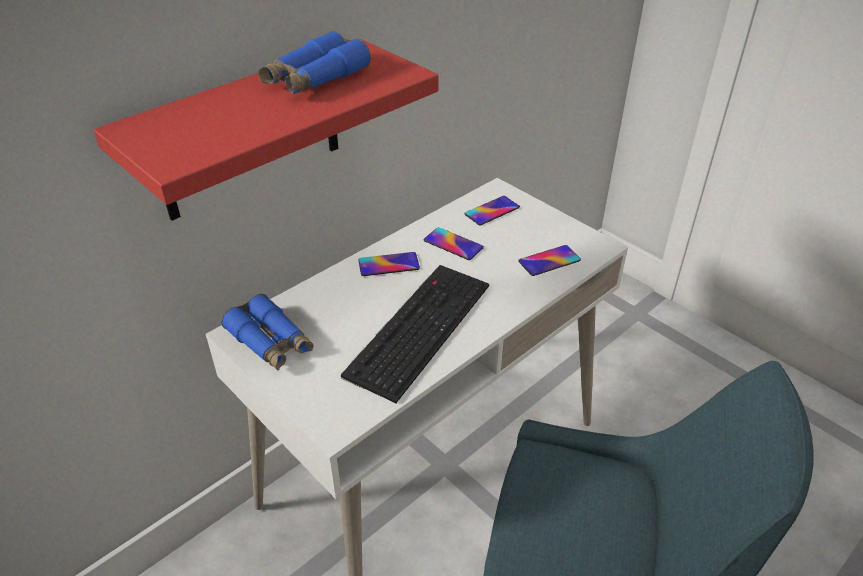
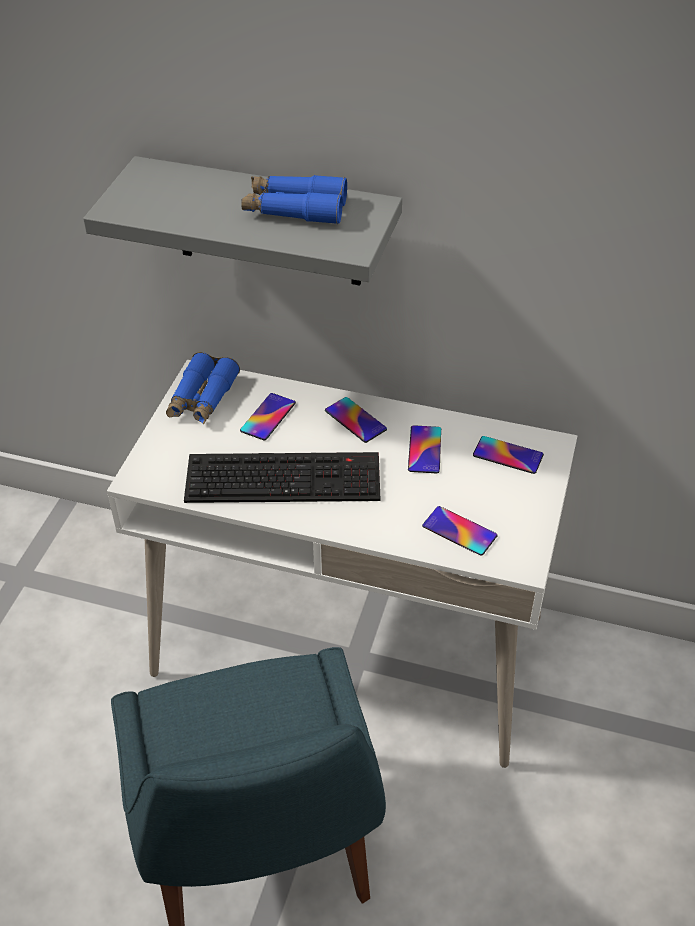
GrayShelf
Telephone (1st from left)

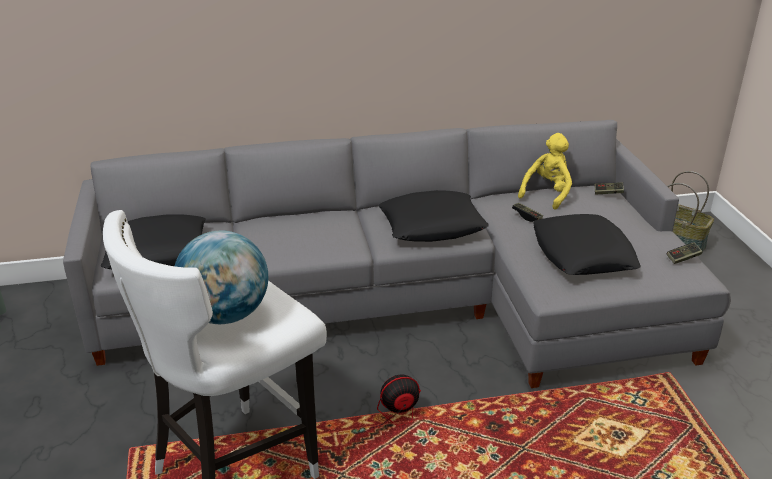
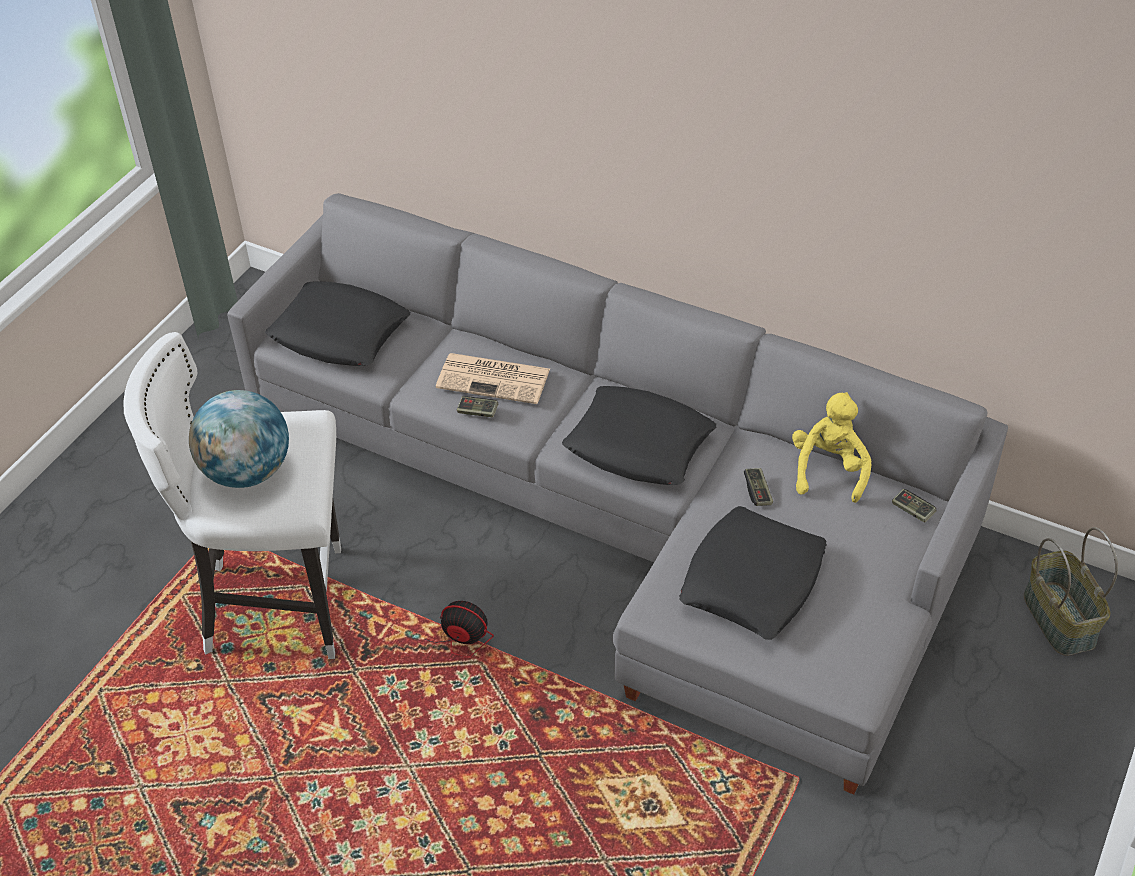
DailyPaper
Joypad (1st from left)
YellowishCuddlyToy

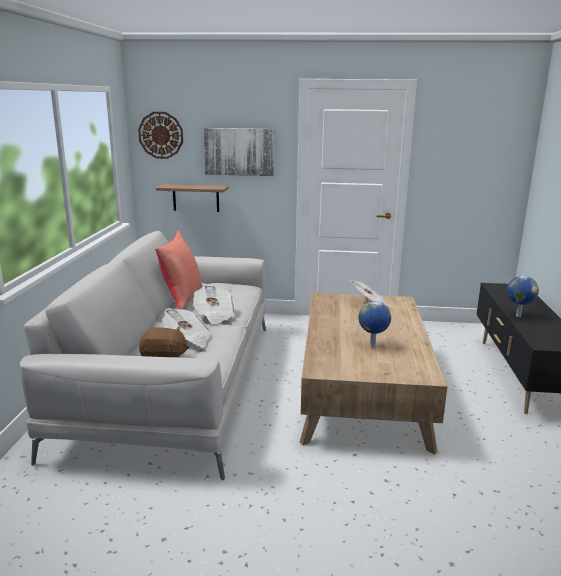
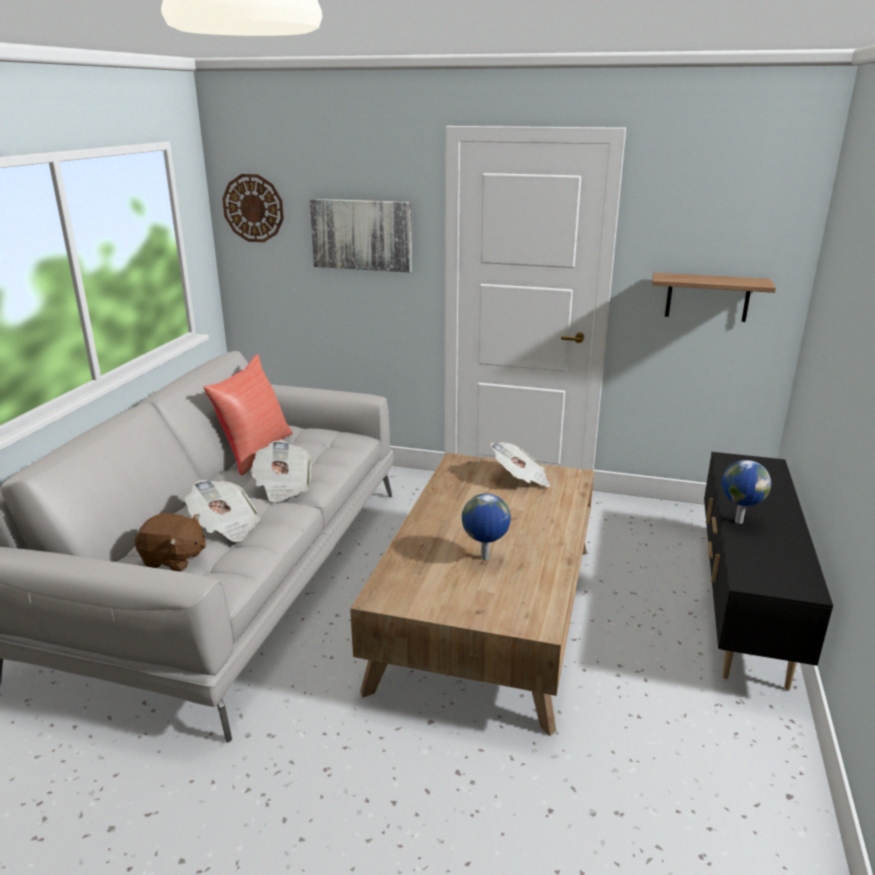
Shelf

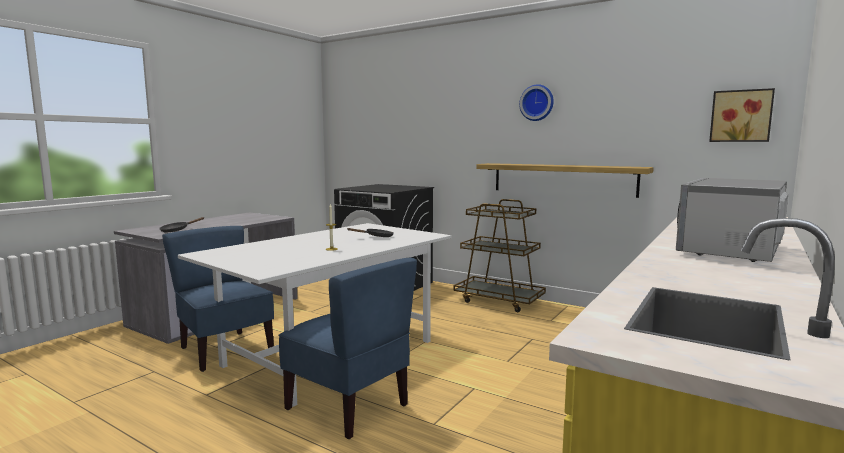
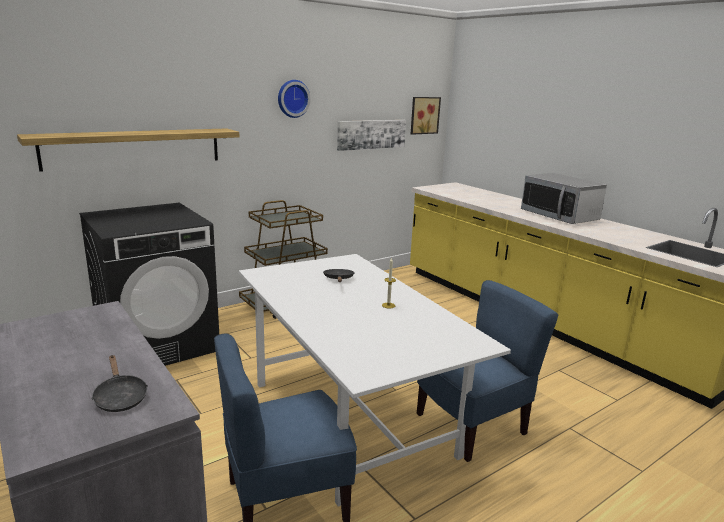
Shelf
Picture (1st from left)

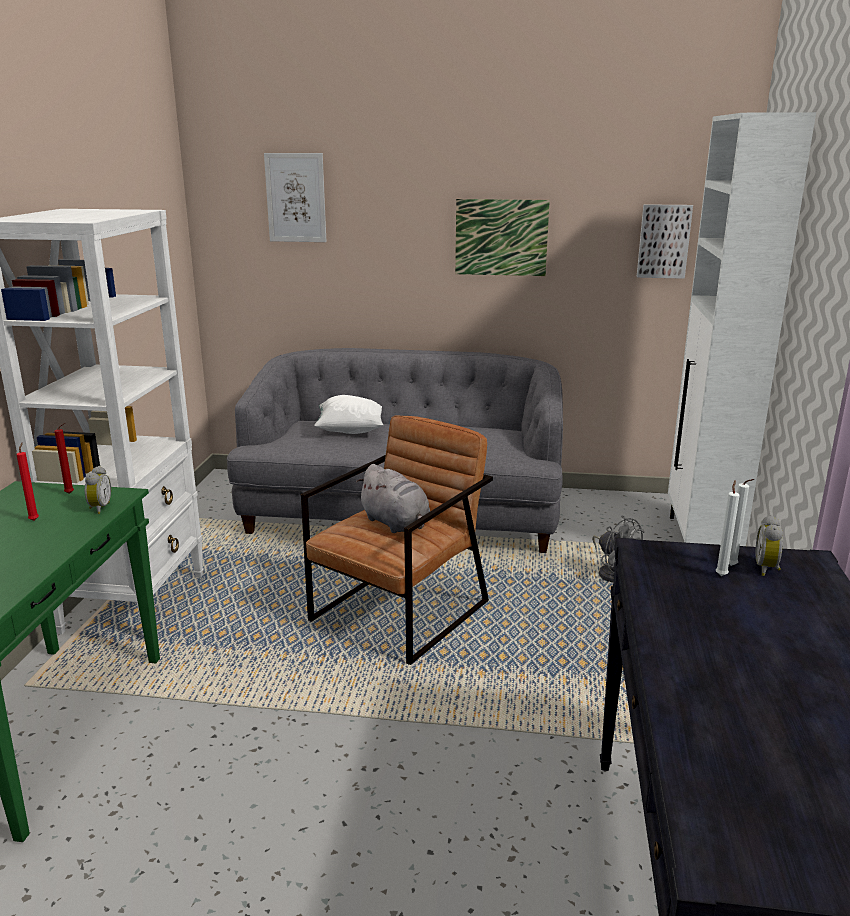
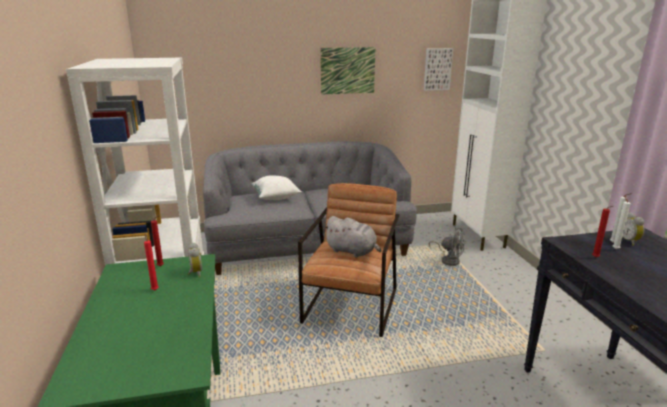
RedWaxLight (3rd from left)
Picture (1st from left in the first image)

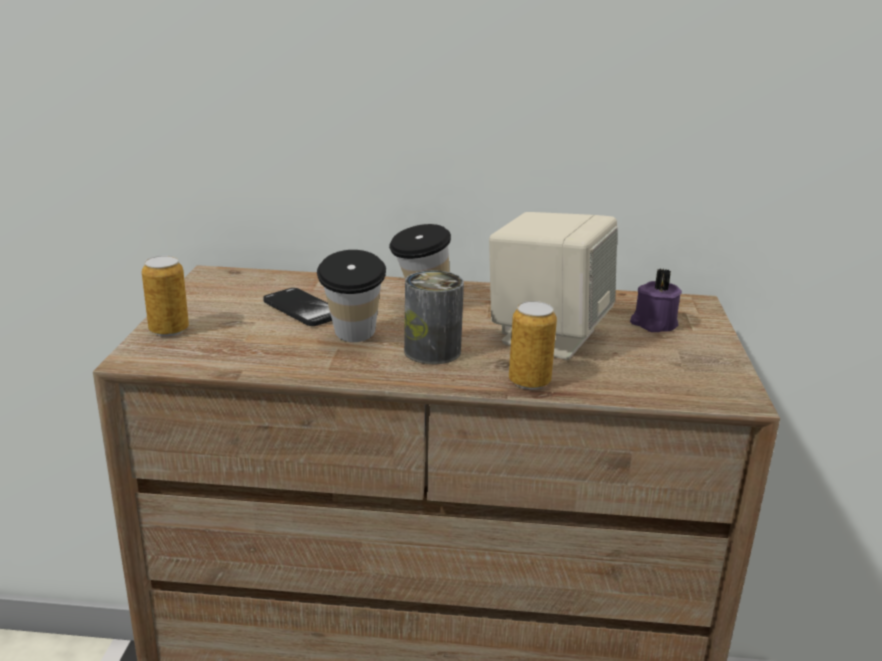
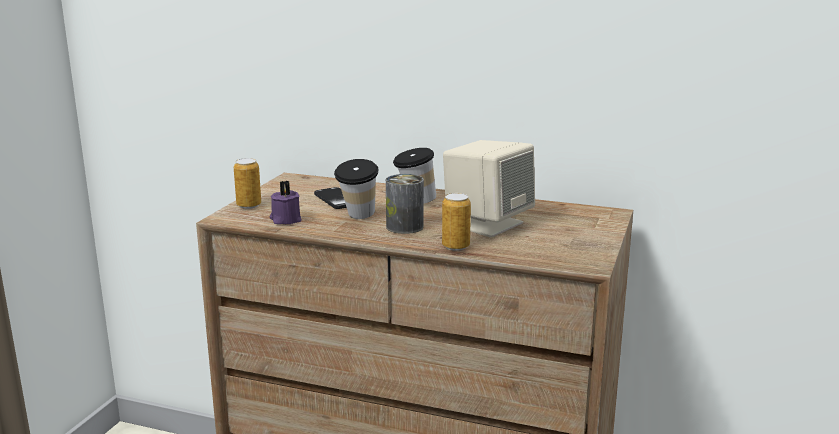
PurpleColouredWaxLight

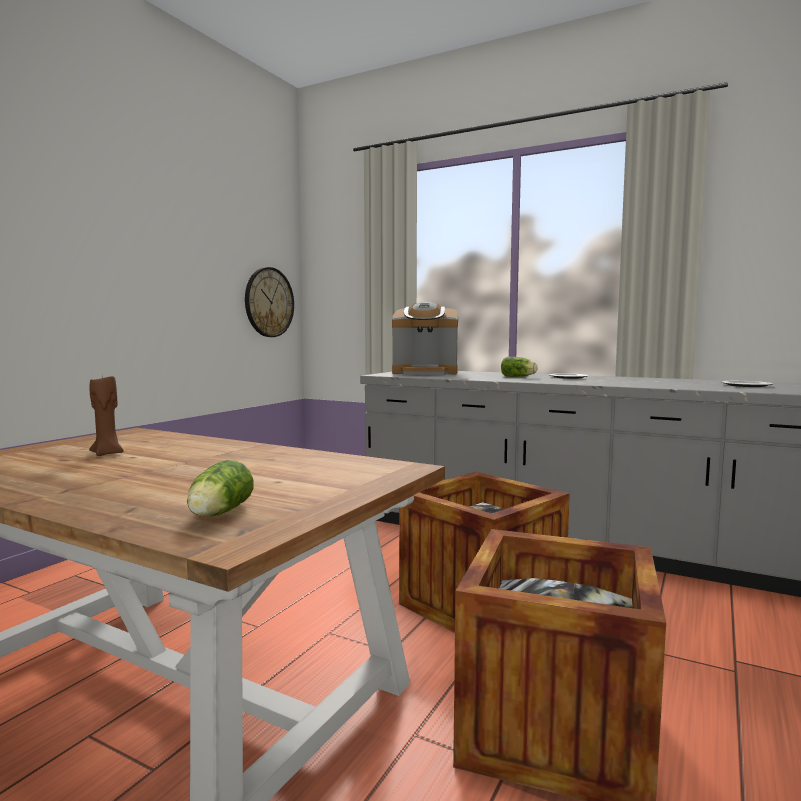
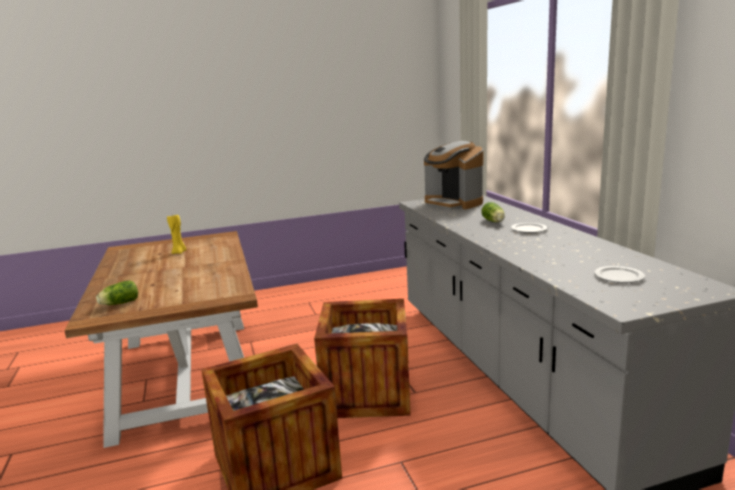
YellowishWaxLight
HangingClock

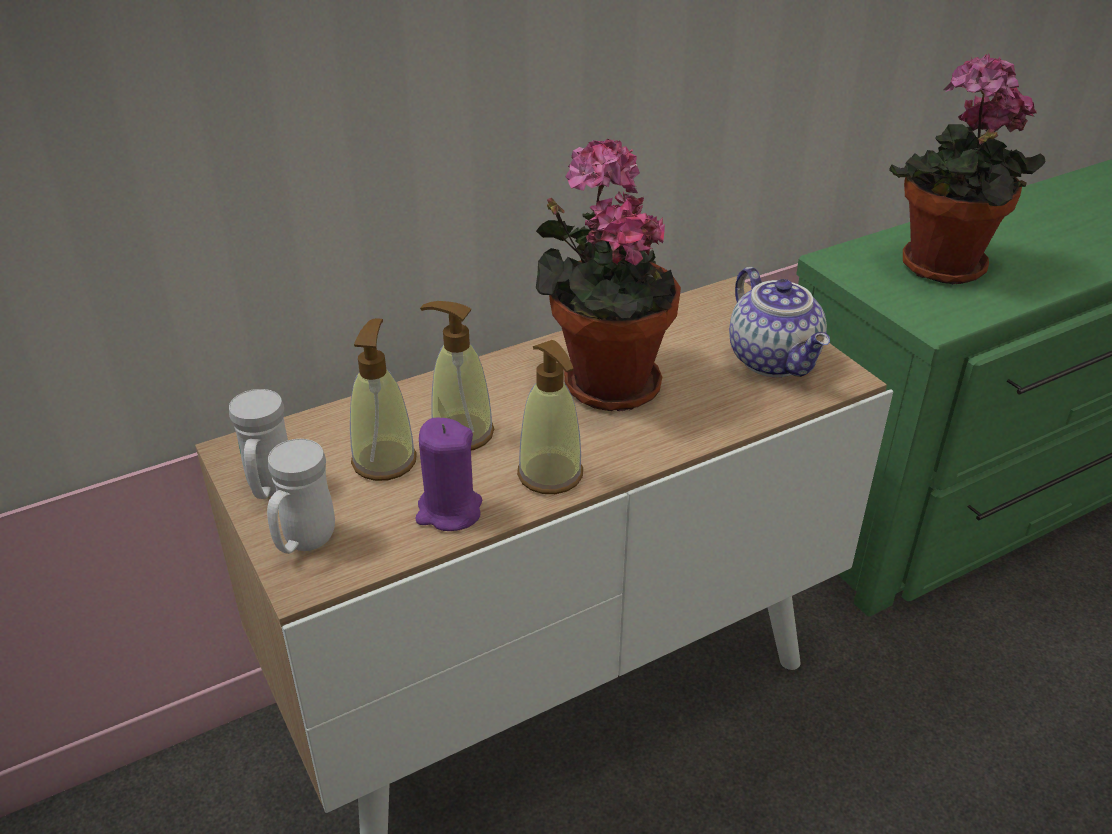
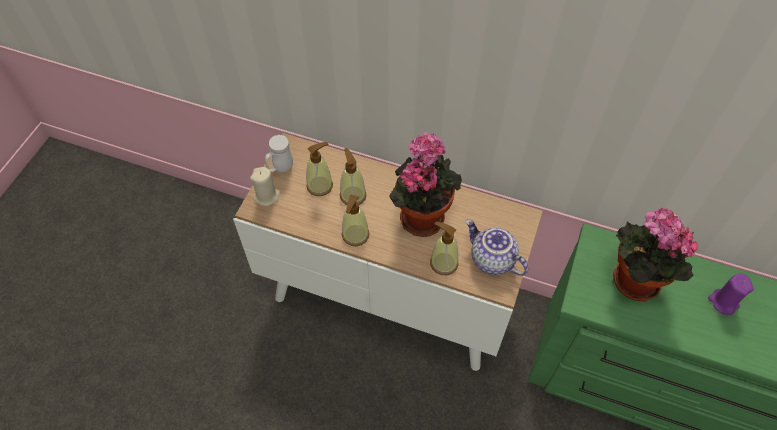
BeigeWaxLight
LiquidSoapBottle (4th from left)
PotForTea
PurpleColouredWaxLight

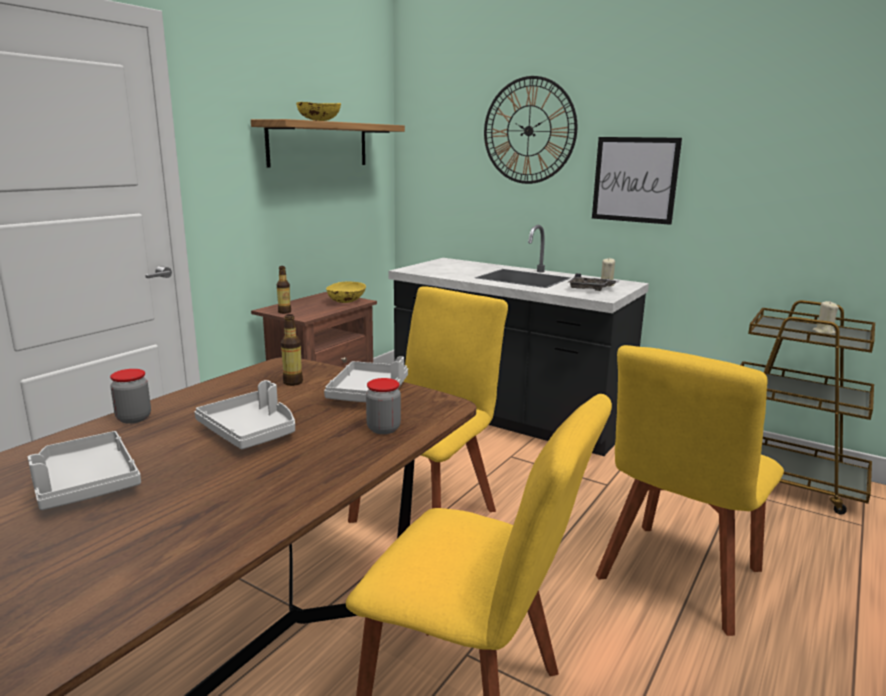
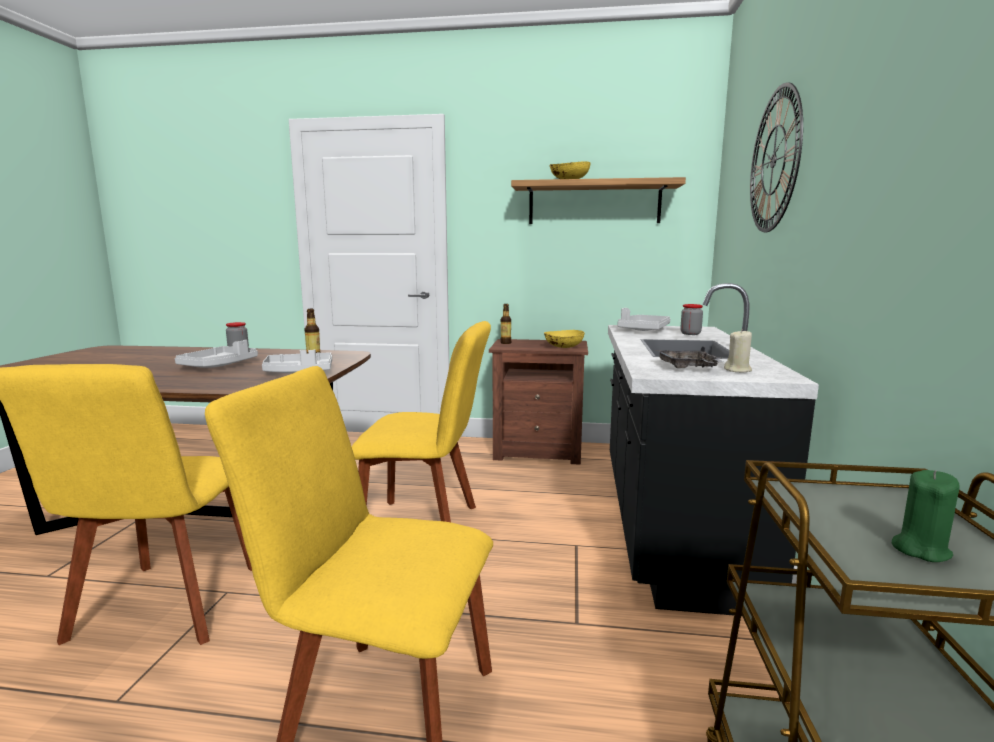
GrayServingTray (3rd from left)
PreserveJar (2nd from left)
GreenishWaxLight
Picture

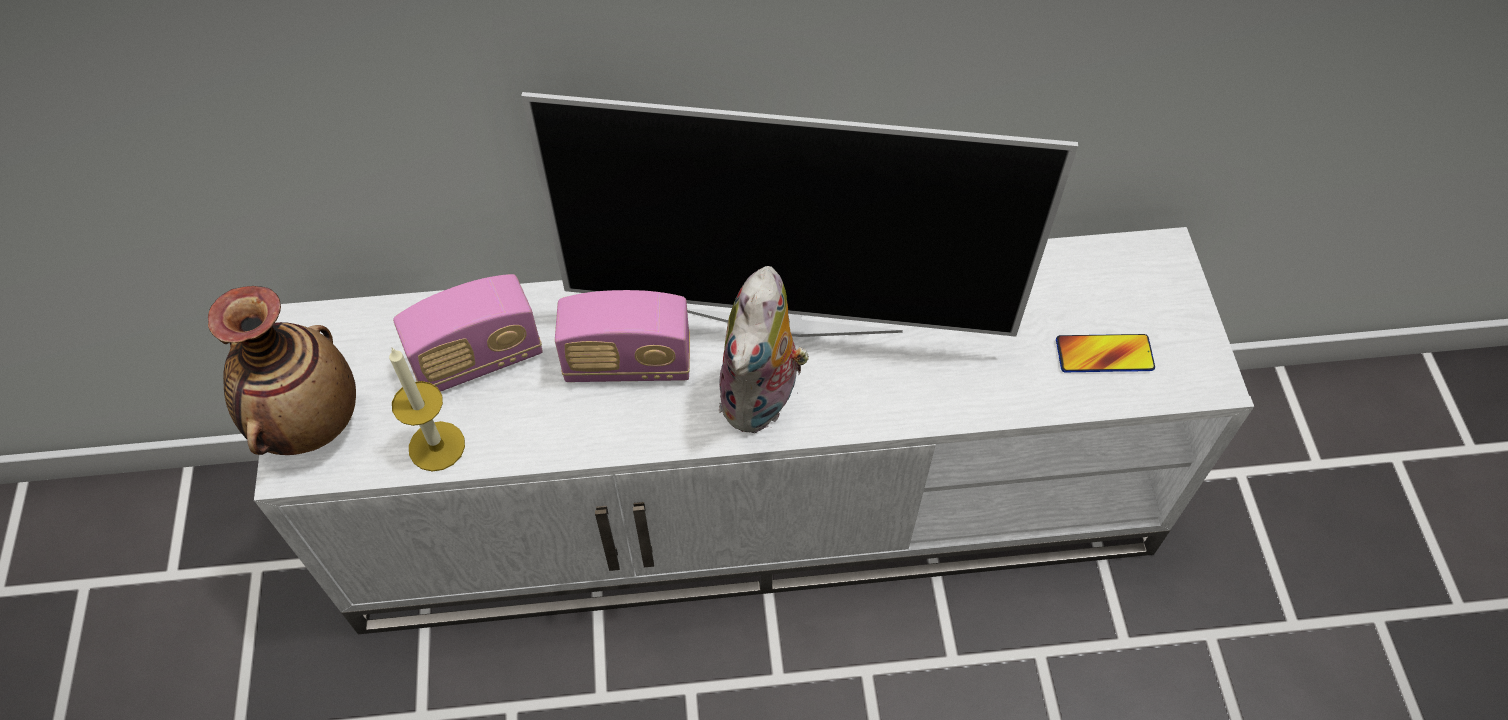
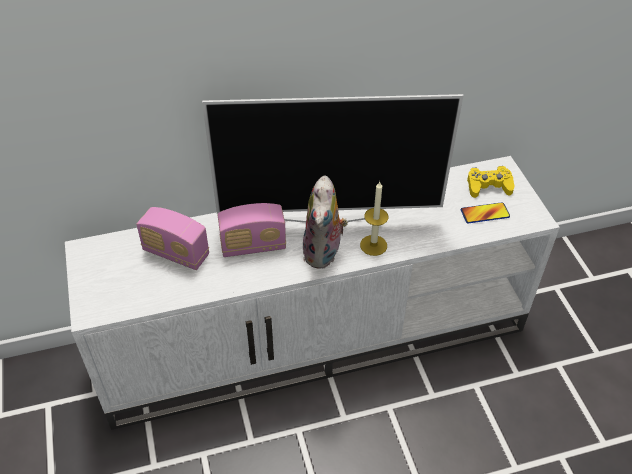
Radio (1st from left)
WaxLight
YellowishJoypad
FlowerVase

